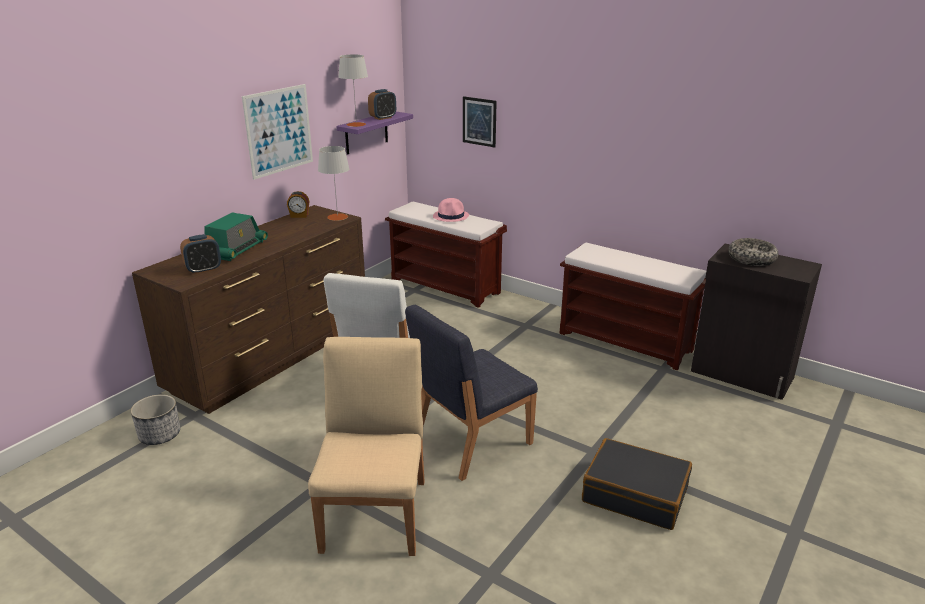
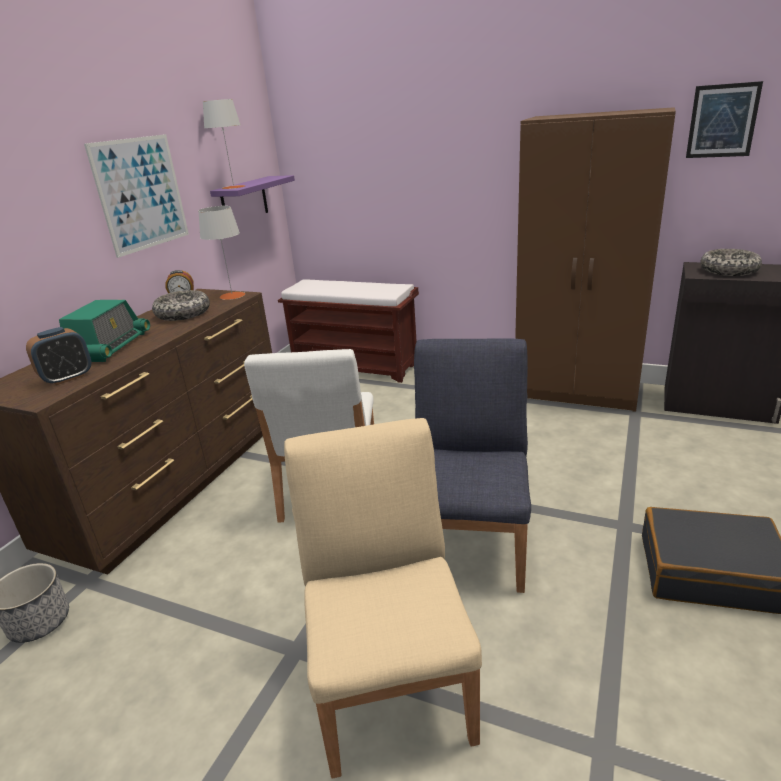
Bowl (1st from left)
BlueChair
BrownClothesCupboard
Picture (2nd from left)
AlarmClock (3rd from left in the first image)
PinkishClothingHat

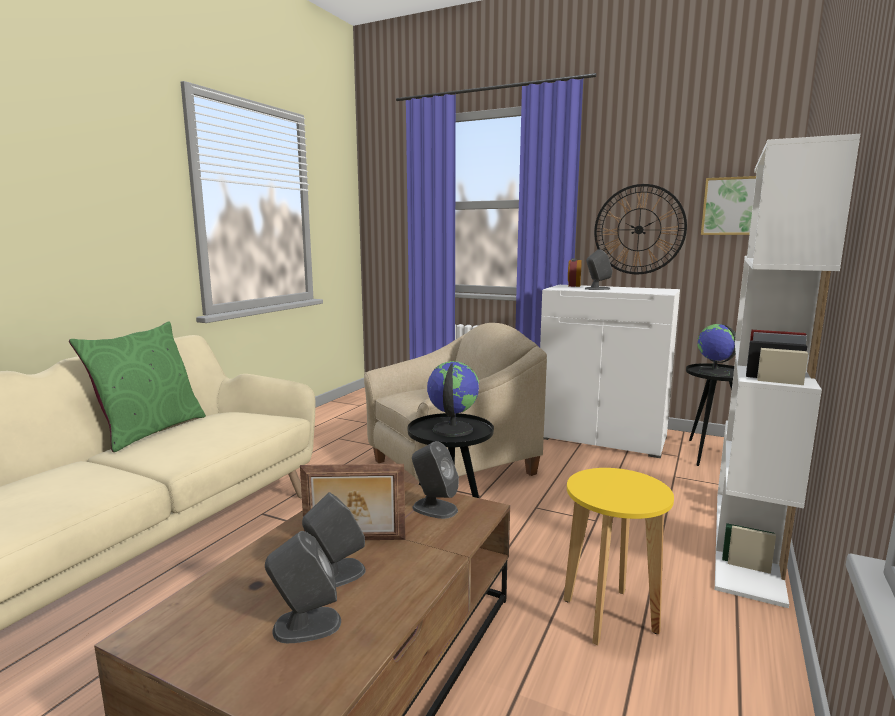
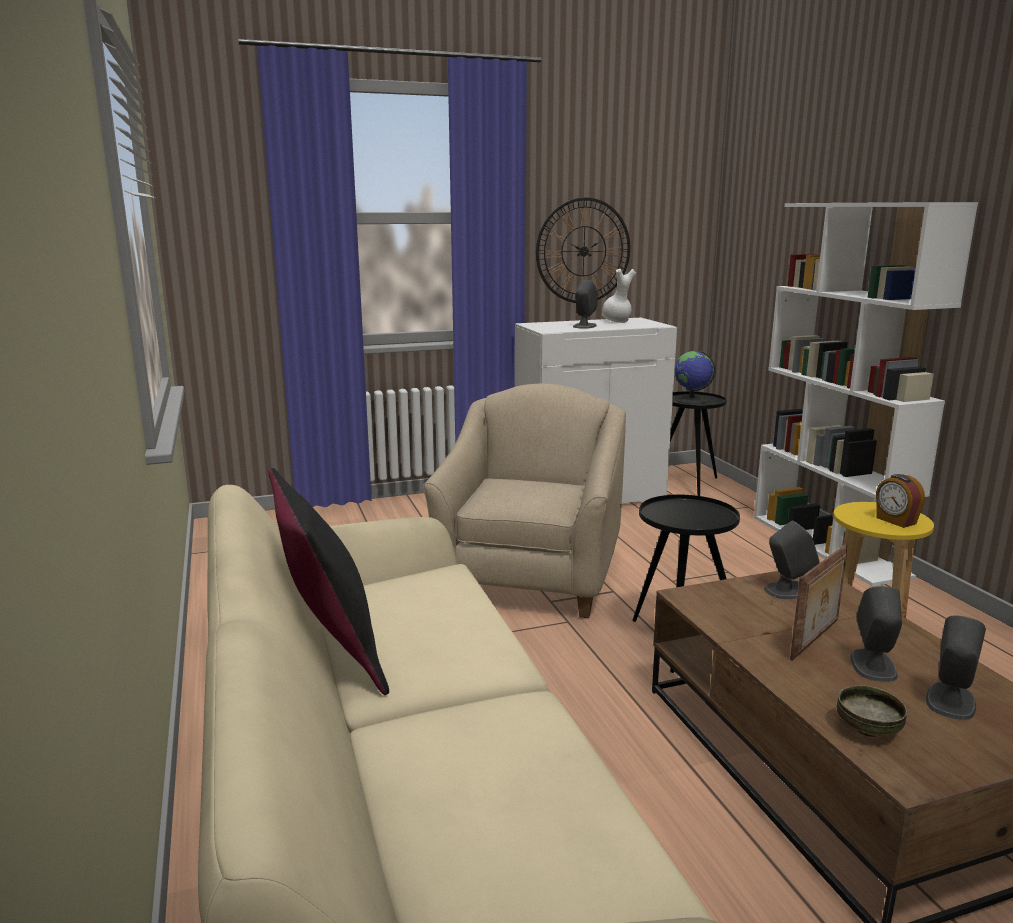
BlackishThrowPillow
WhiteColouredFlowerVase
Bowl
AlarmClock
WorldGlobe (1st from left in the first image)
Picture

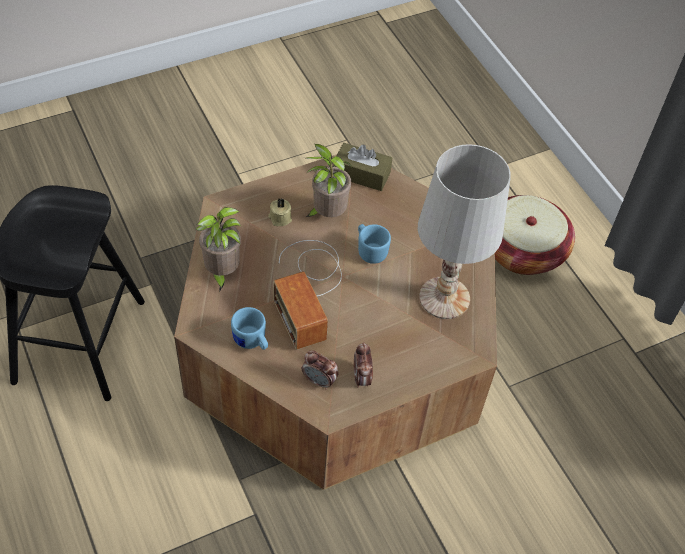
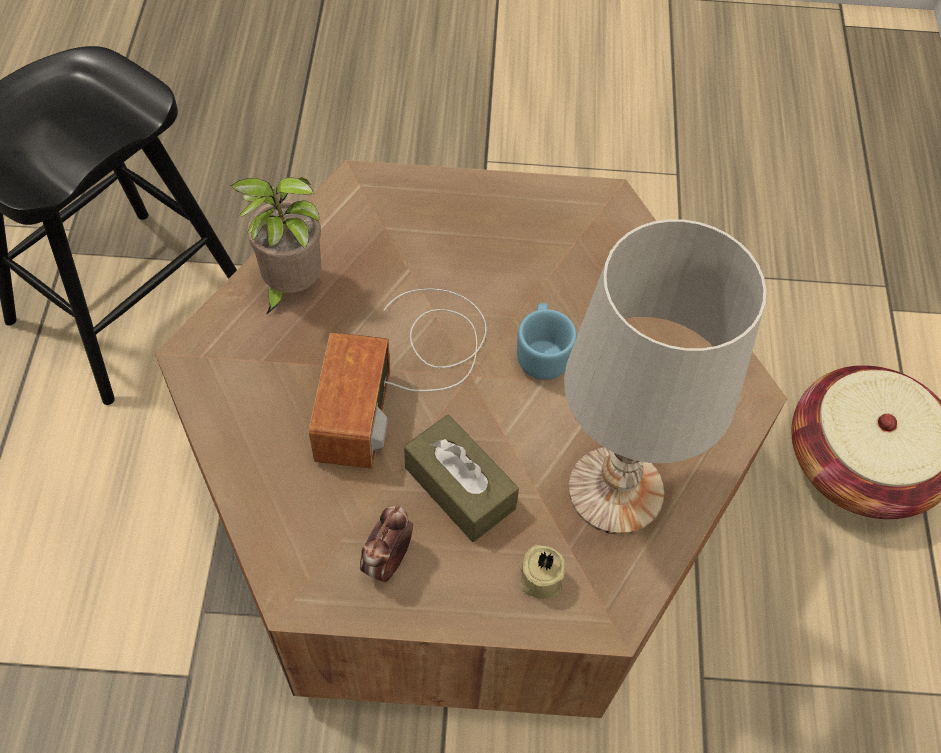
BrownBoxOfTissues
BeigeWaxLight
BlueCoffeeMug (1st from left in the first image)
AlarmClock (1st from left in the first image)
Houseplant (2nd from left in the first image)

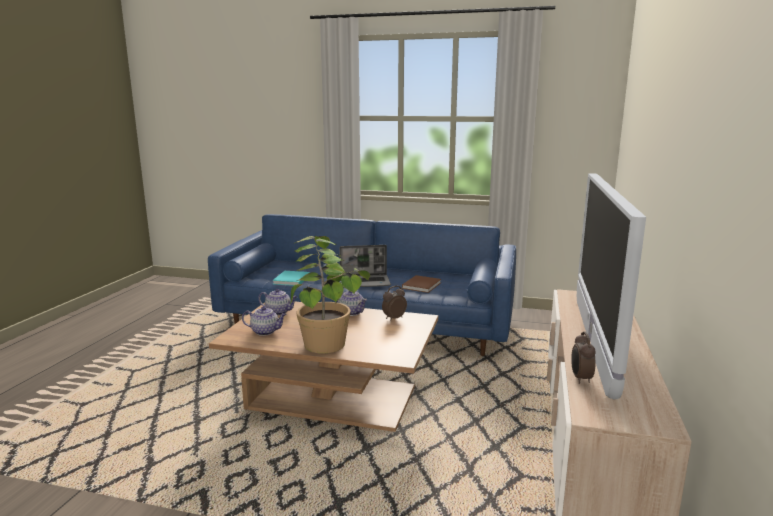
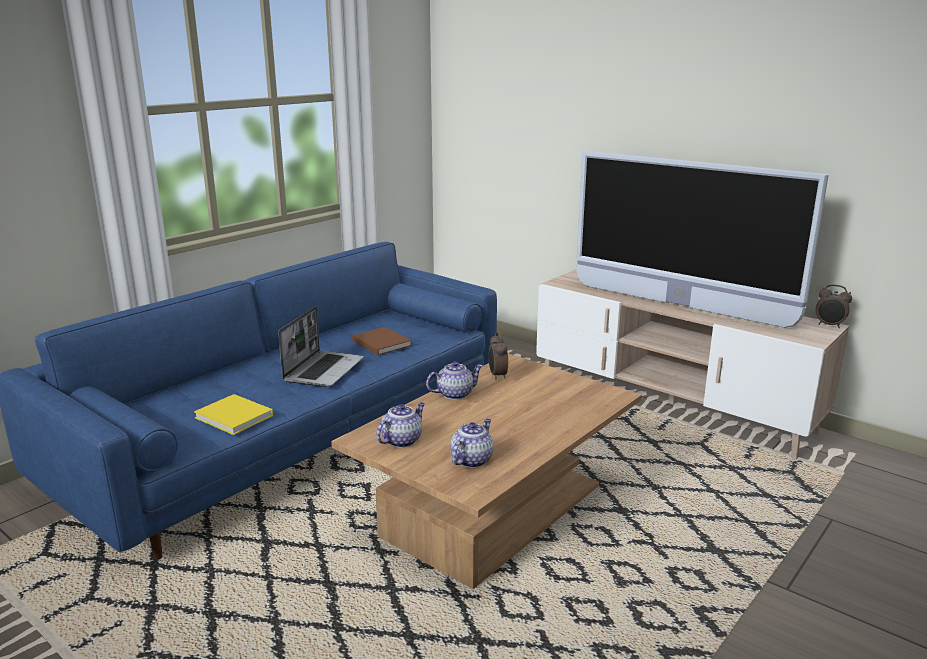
YellowishBoundBook
AlarmClock (2nd from left)
Houseplant

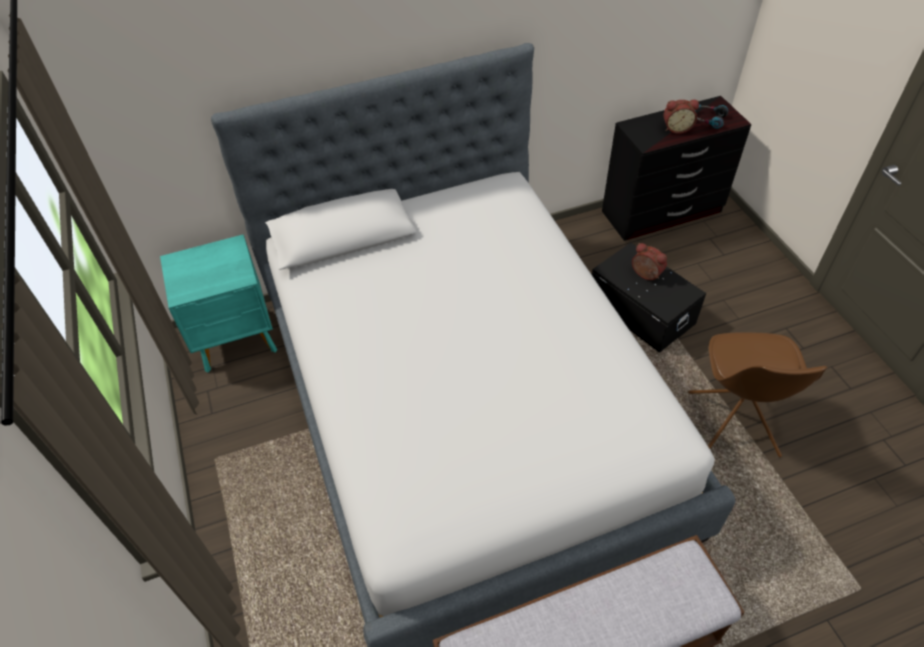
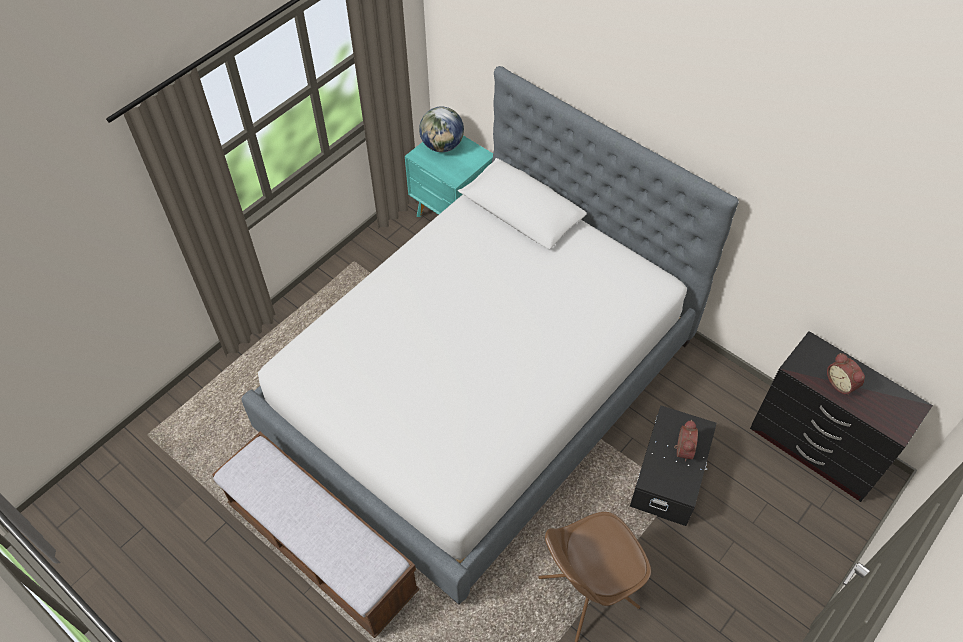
WorldGlobe
PairOfHeadphones

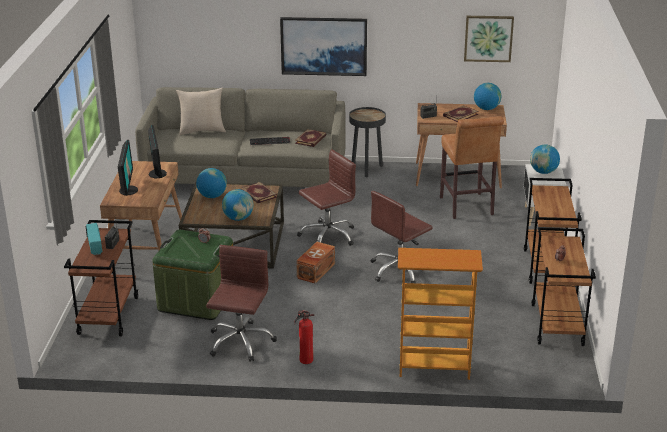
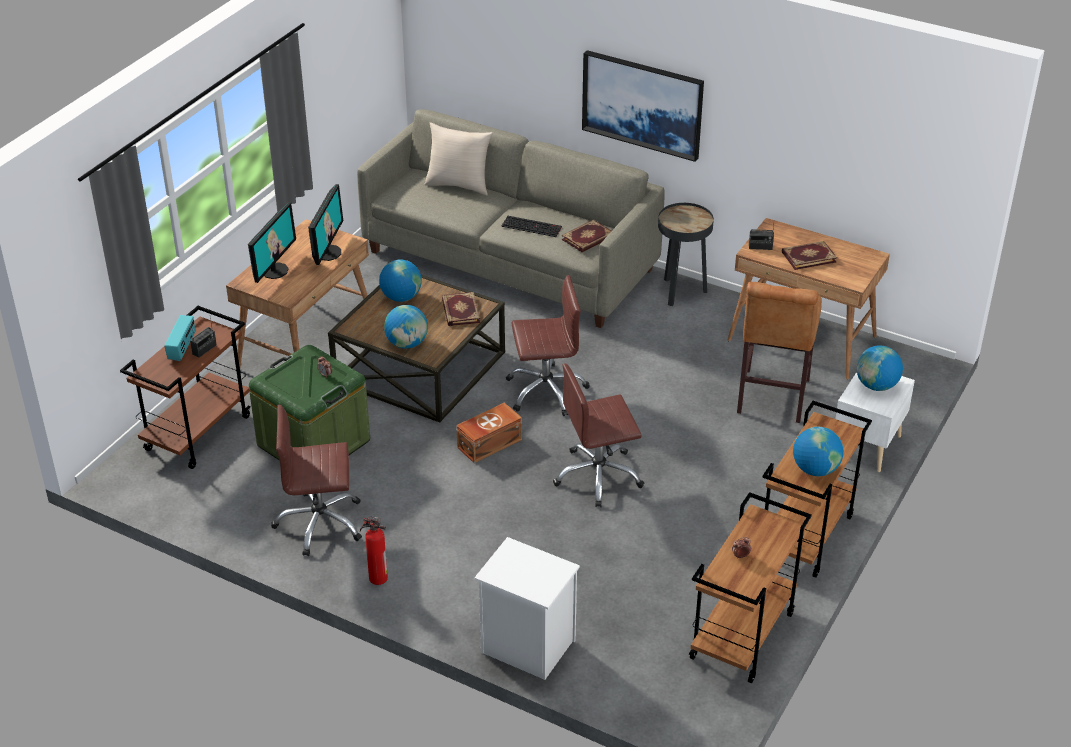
BrownComputerChair (1st from left)
WhiteColouredNightTable (1st from left)
WorldGlobe (3rd from left)
Picture (2nd from left in the first image)

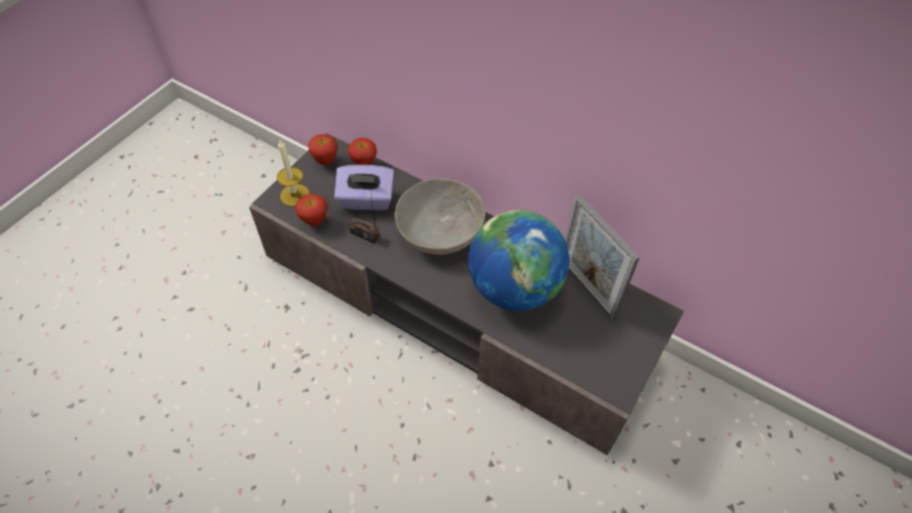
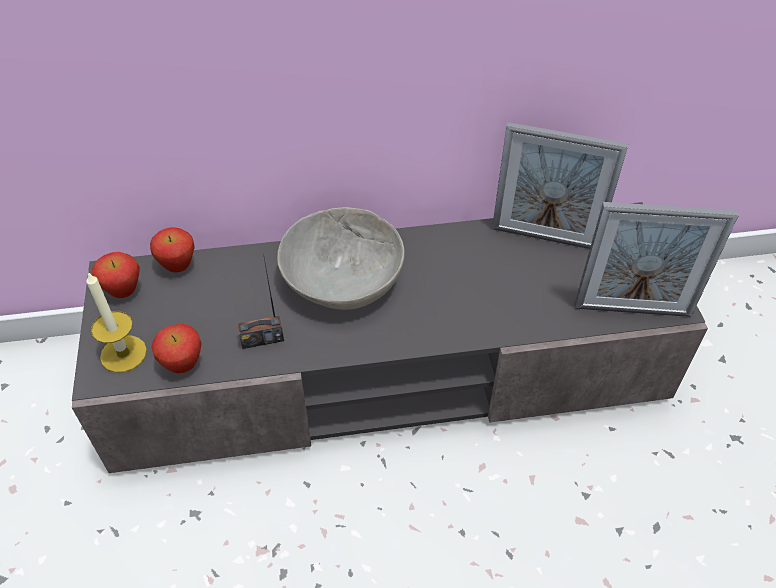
StandingFrame (2nd from left)
PurpleColouredBoxOfTissues
WorldGlobe

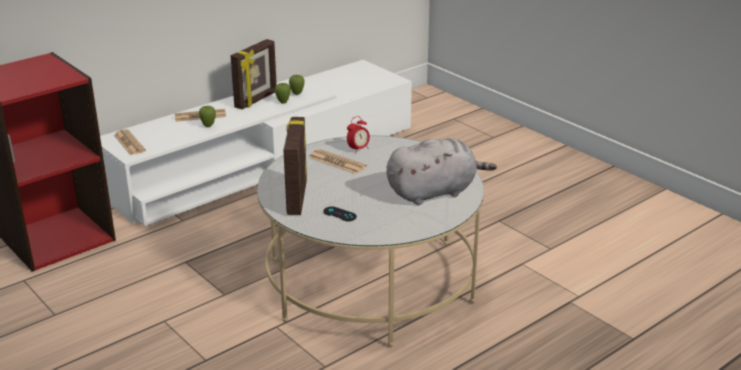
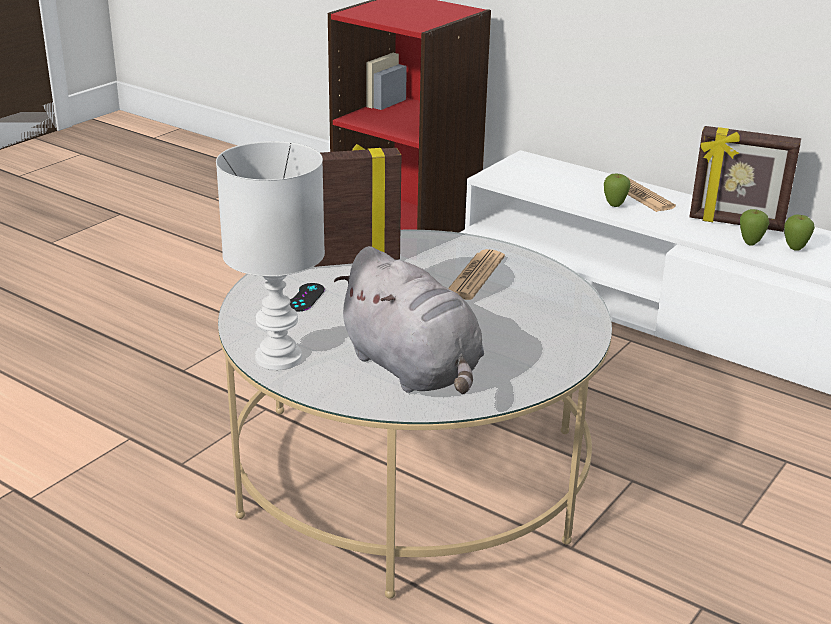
WhiteColouredTabletopLamp
DailyPaper (1st from left in the first image)
AlarmClock

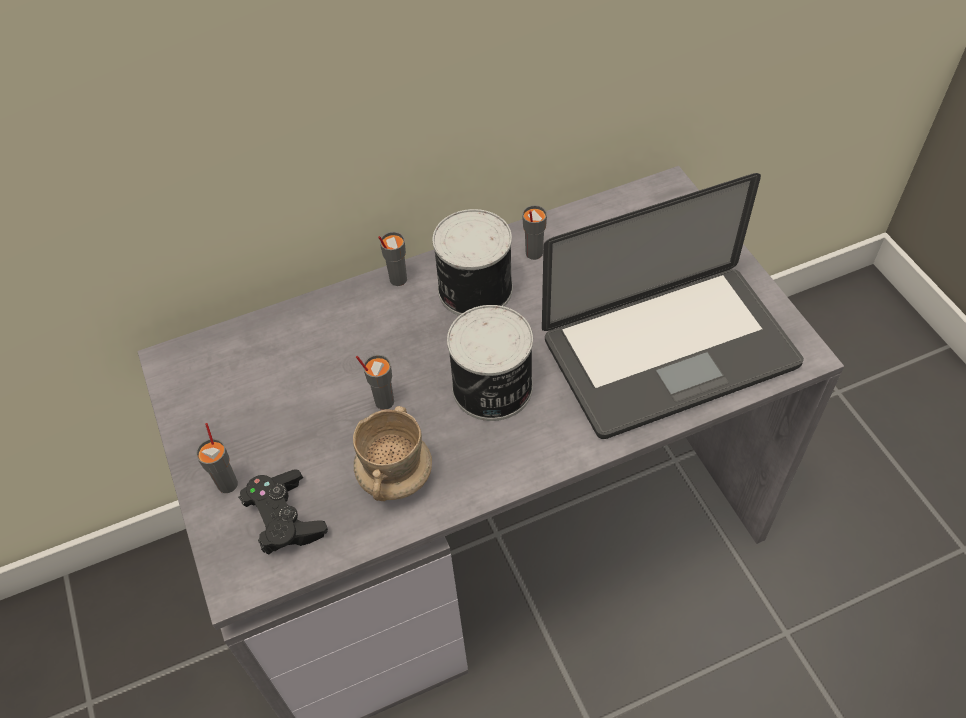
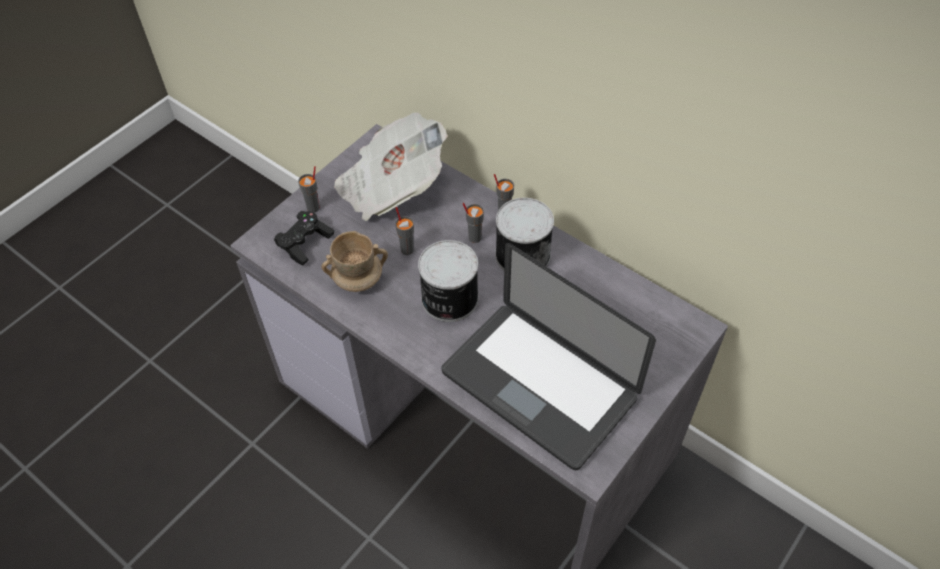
DailyPaper
GrayCup (3rd from left)

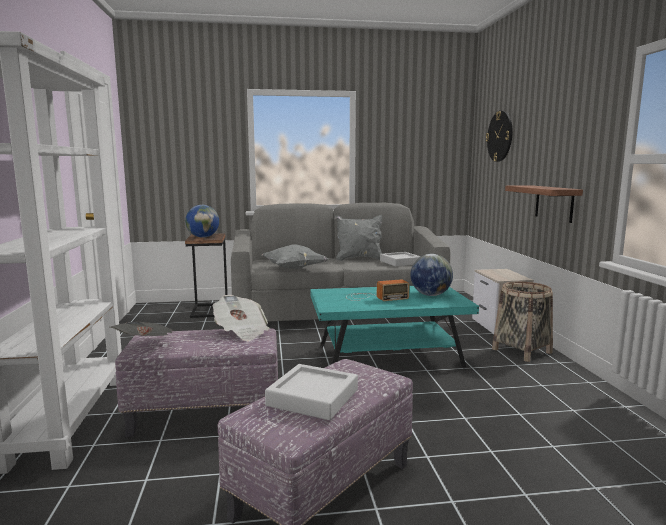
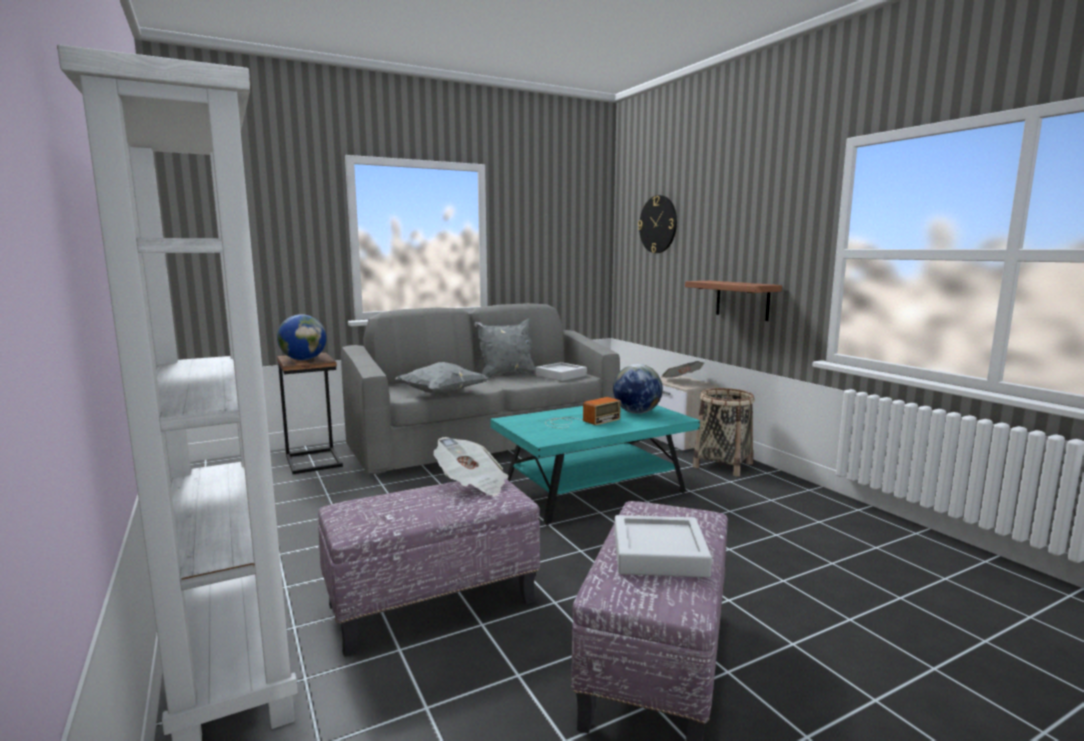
DailyPaper (2nd from left)

